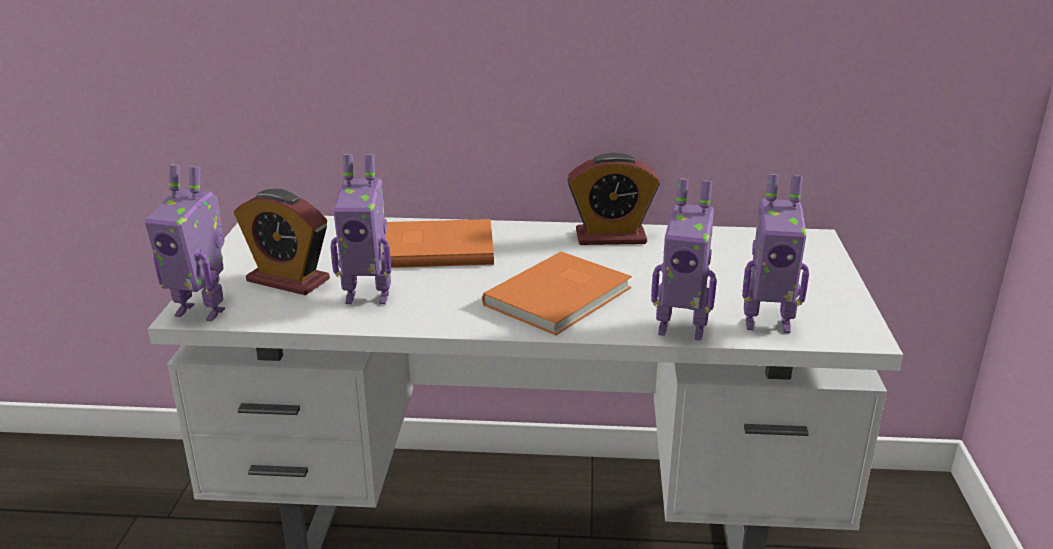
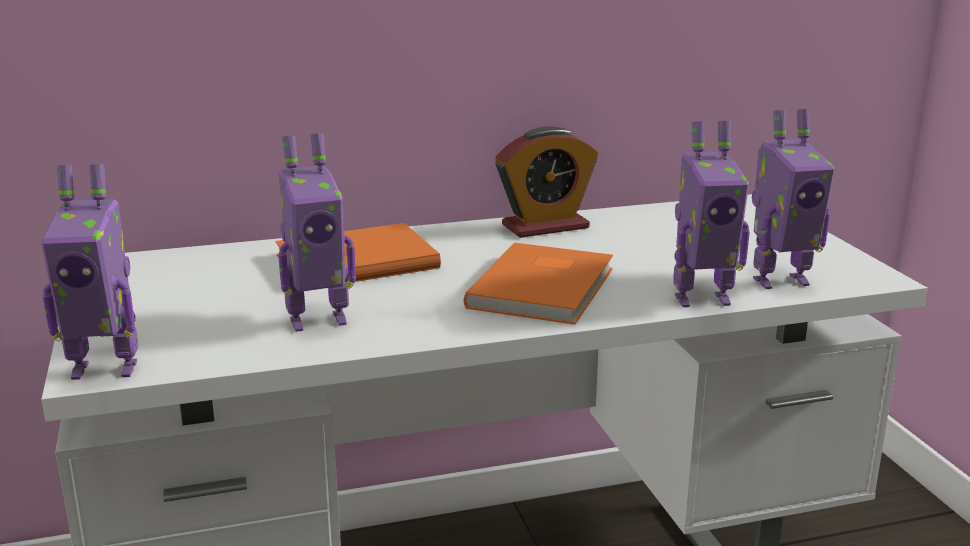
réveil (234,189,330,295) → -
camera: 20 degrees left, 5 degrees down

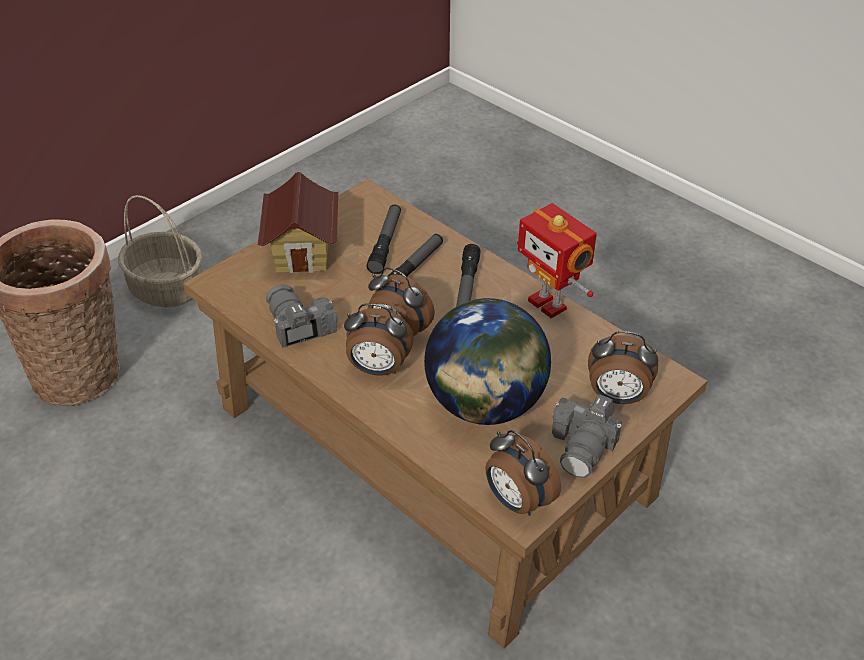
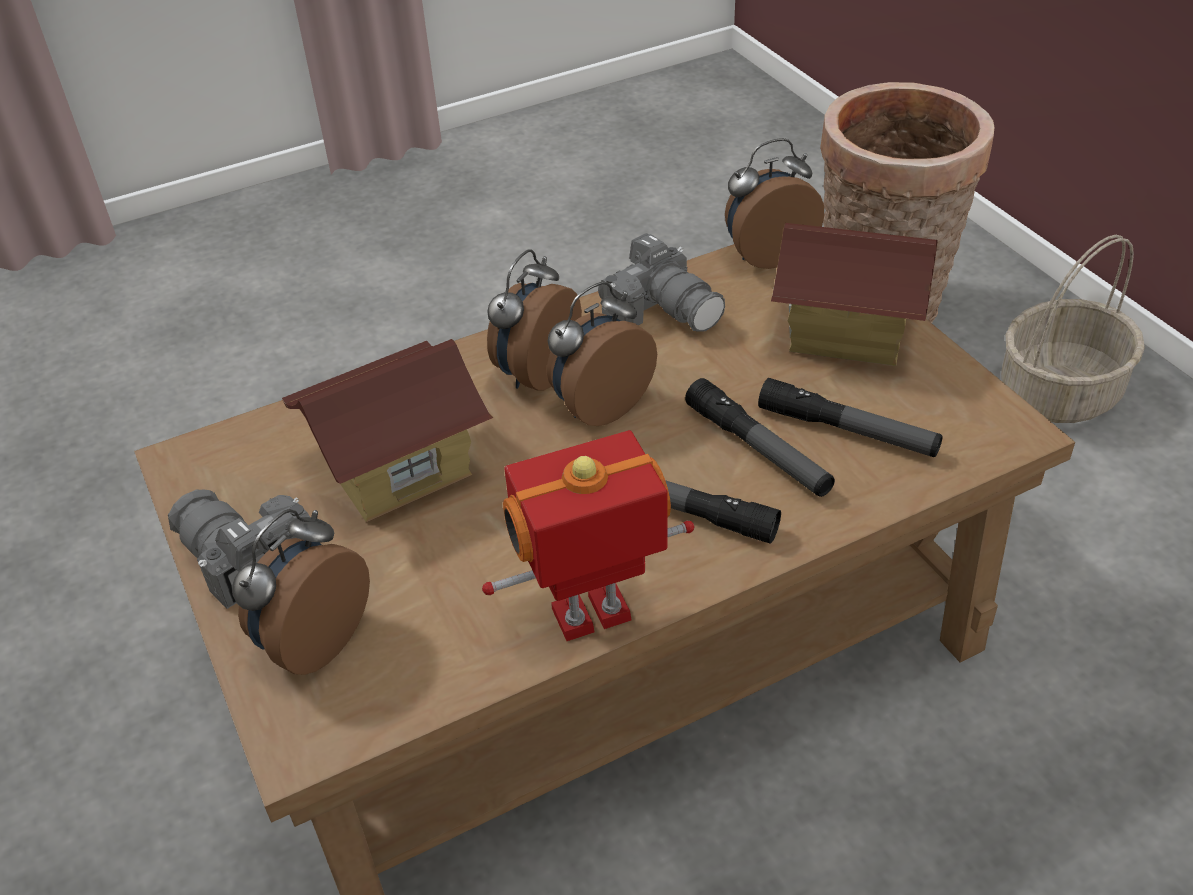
globe (424,298,551,425) → maison miniature (282,339,493,522)
appareil photo (266,284,338,348) → appareil photo (598,233,725,332), 60 degrees clockwise
réveil (485,430,561,516) → réveil (725,138,824,269), relocated
camera: 110 degrees right, 0 degrees up

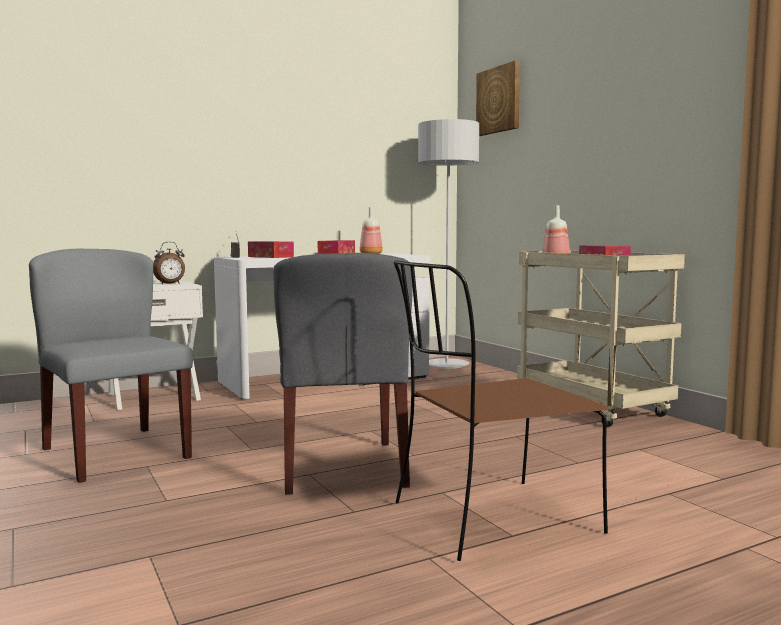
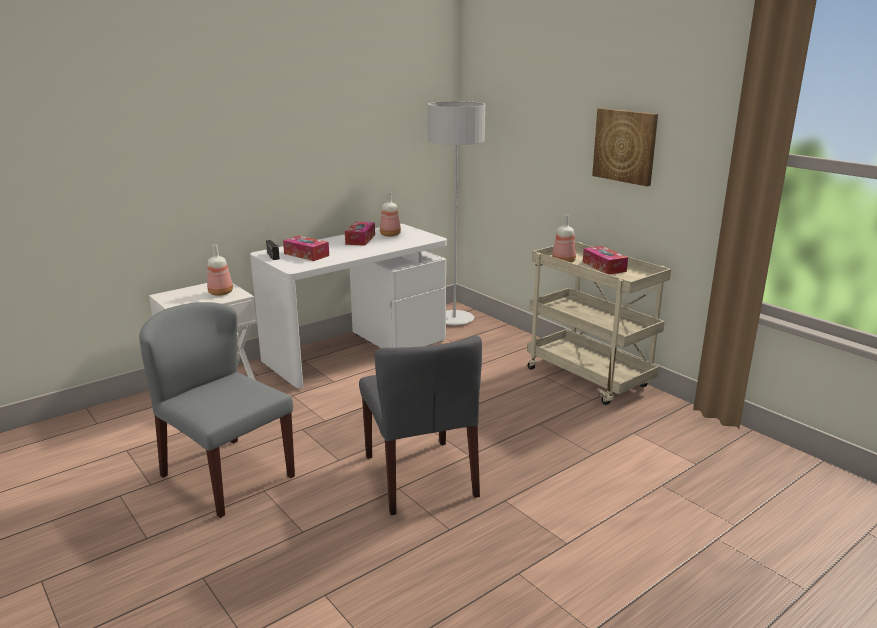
réveil (153,242,185,284) → bouteille (207,245,233,296)
tableau (476,60,520,136) → tableau (592,108,658,186), relocated
chaise [marron] (394,260,609,561) → -
camera: 10 degrees left, 15 degrees up

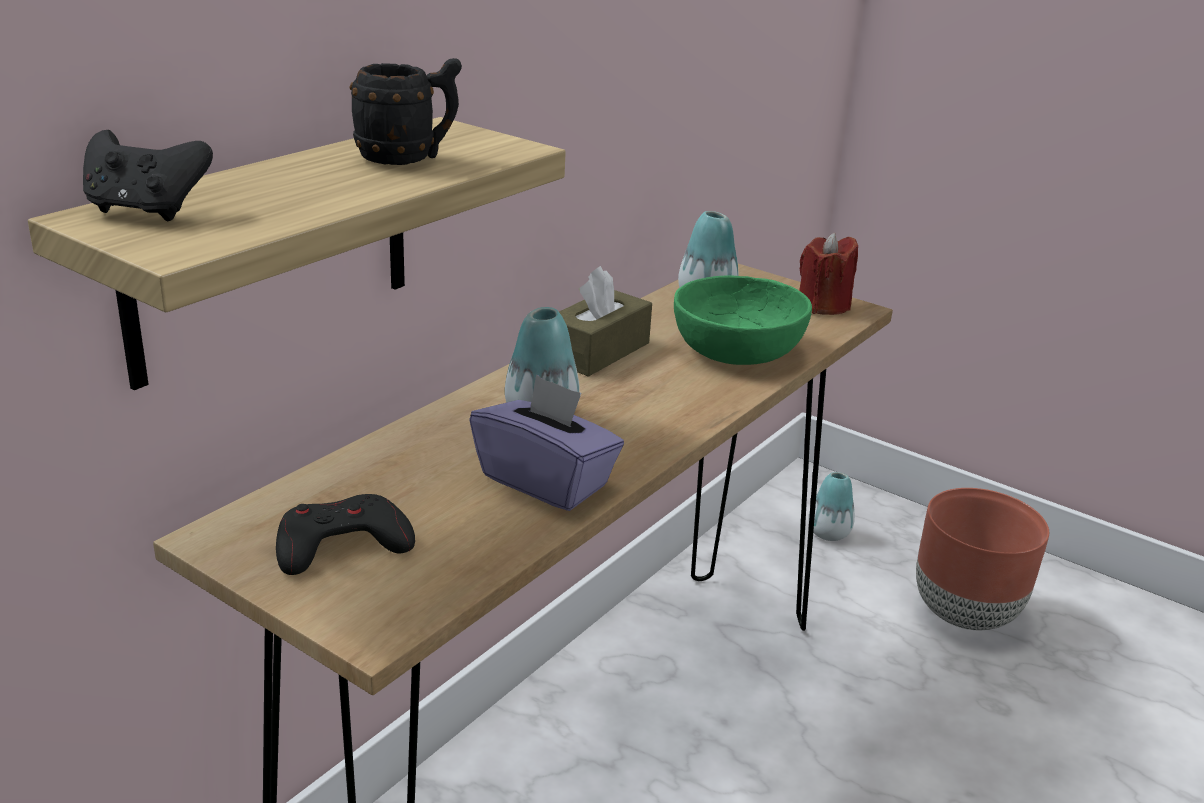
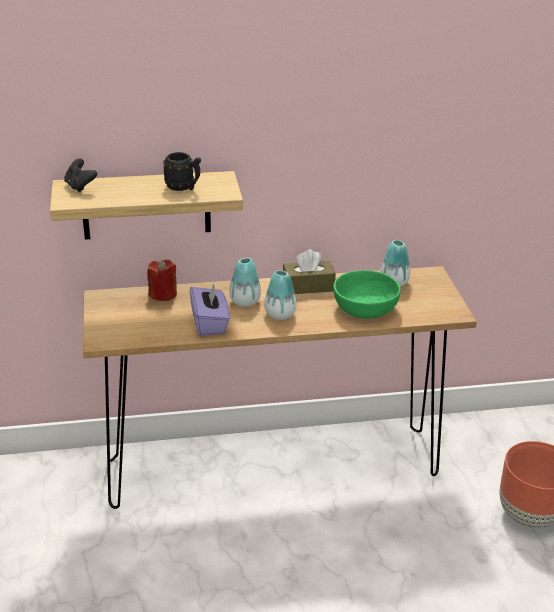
bougie [rouge] (799,233,858,315) → bougie [rouge] (147,259,177,301), relocated
vase (808,472,855,541) → vase (264,270,297,320), relocated
manette [noir] (276,494,415,575) → -
camera: 45 degrees right, 5 degrees up

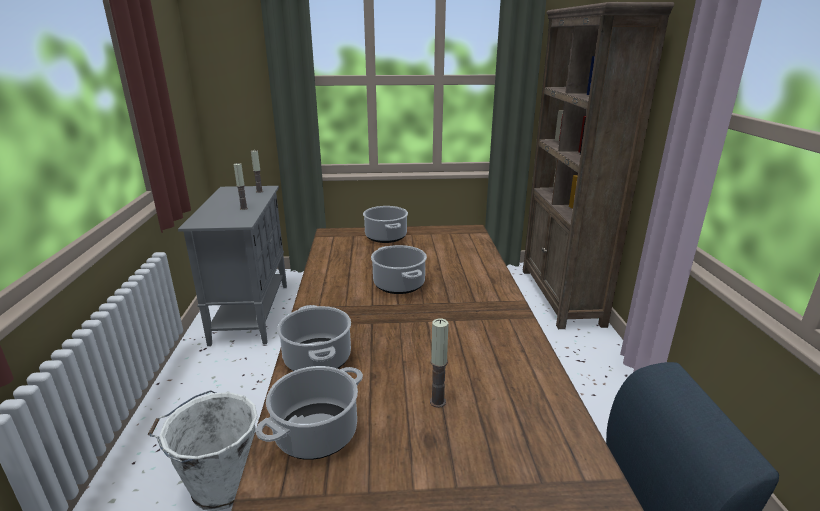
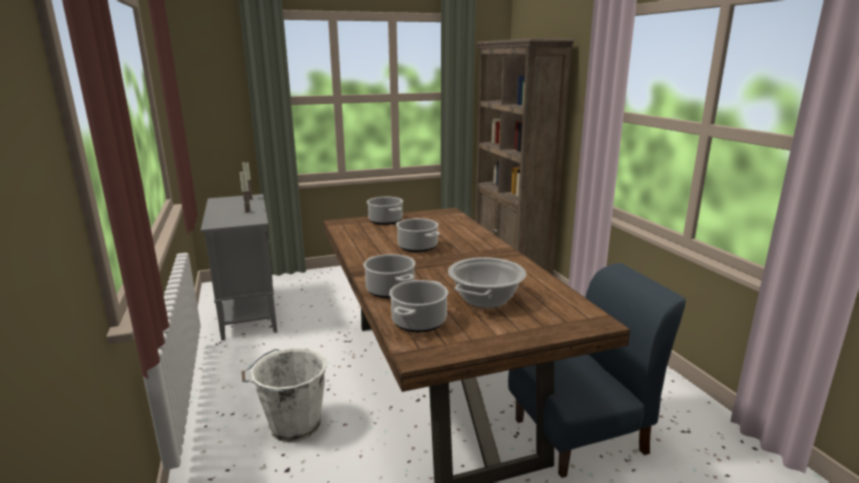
bougie (430,319,448,408) → marmite (448,257,526,308)
camera: 15 degrees left, 5 degrees down

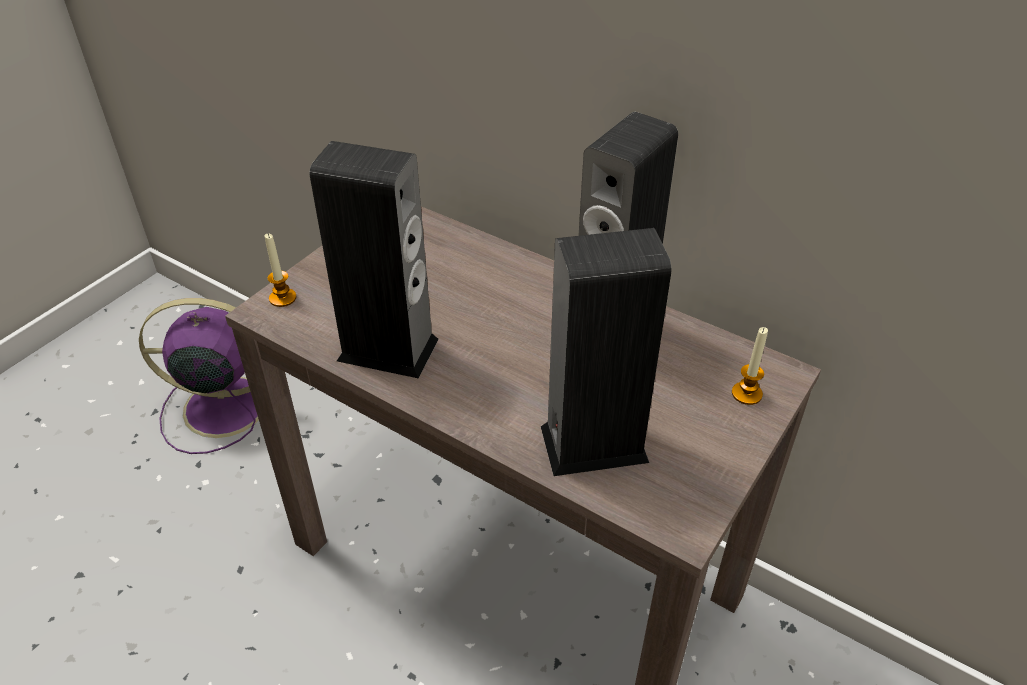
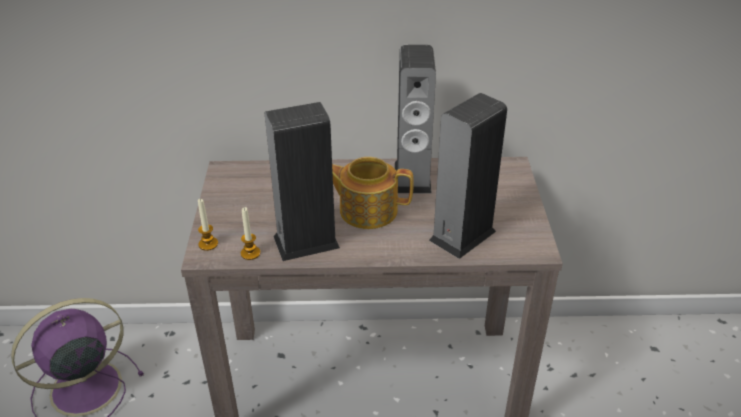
bougie (732,327,768,405) → bougie (241,207,261,260), relocated
- → théière (332,157,414,229)
camera: 35 degrees left, 5 degrees down

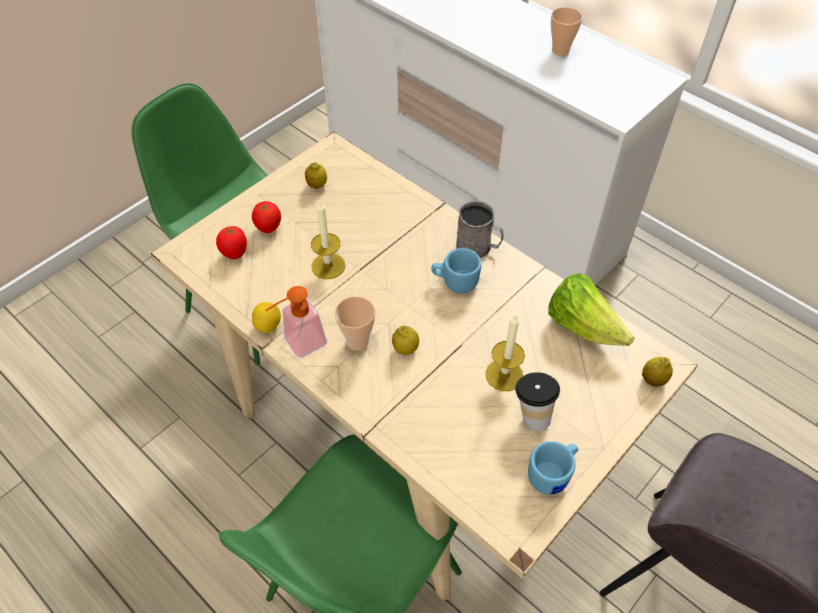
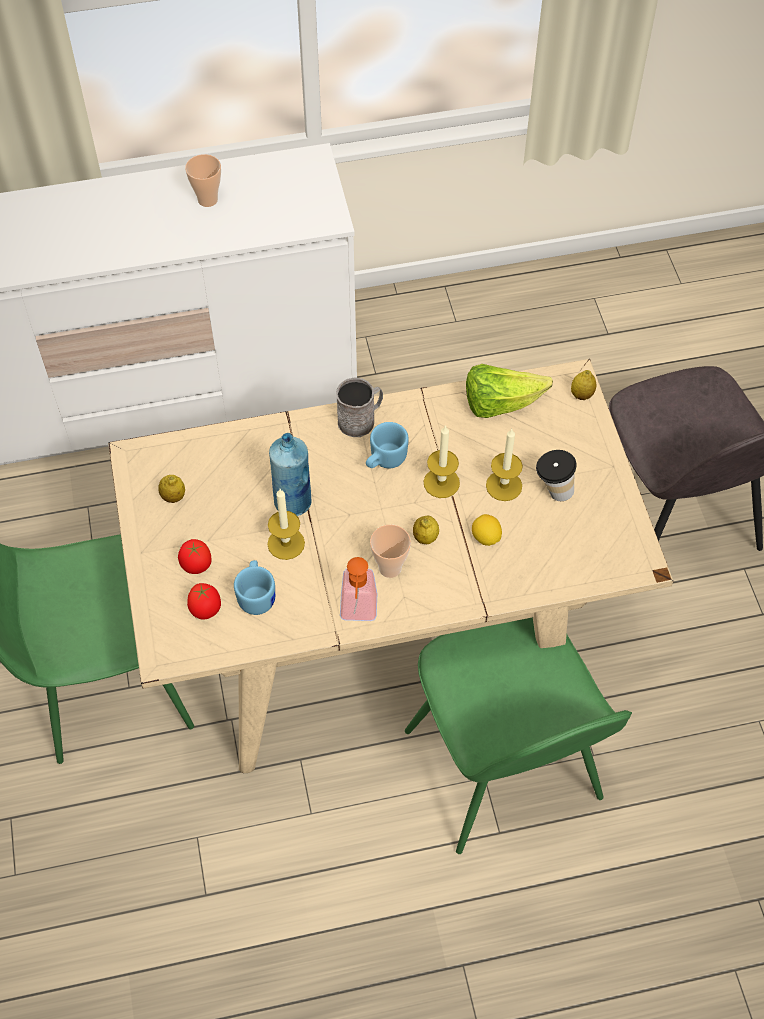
mug [bleu] (528,441,578,495) → mug [bleu] (234,560,275,615), relocated
- → bouteille [bleu] (269,433,311,516)
- → bougie (424,425,460,498)
citron (252,302,281,333) → citron (472,514,502,546), relocated
camera: 55 degrees left, 5 degrees up

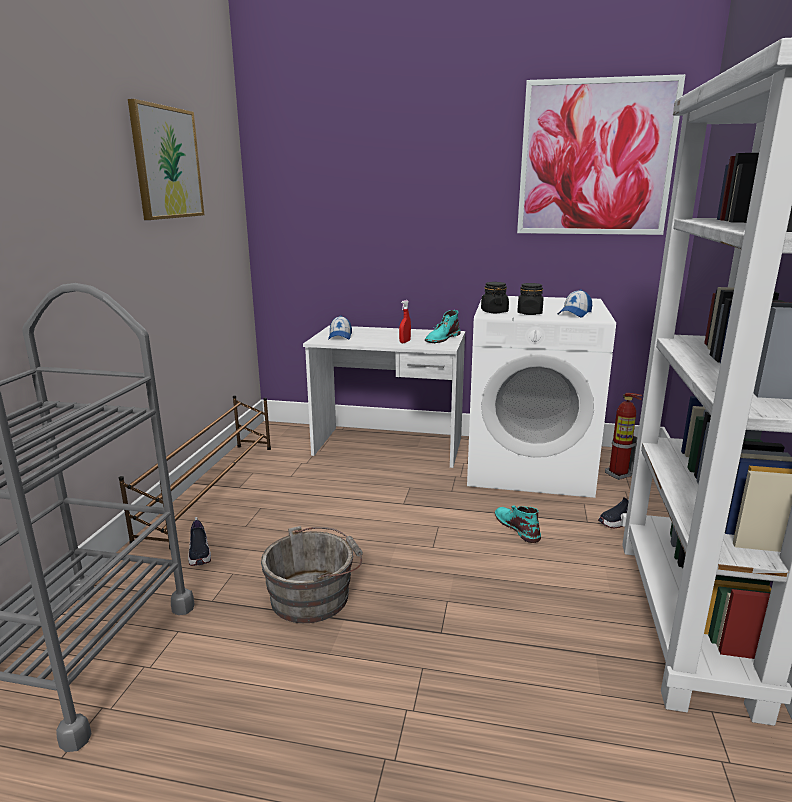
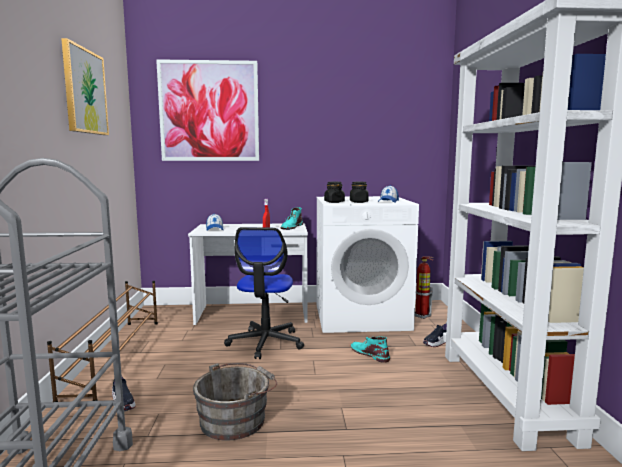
tableau (517,74,686,235) → tableau (156,59,259,161), relocated
- → chaise de bureau (224,227,304,359)
camera: 15 degrees left, 10 degrees down

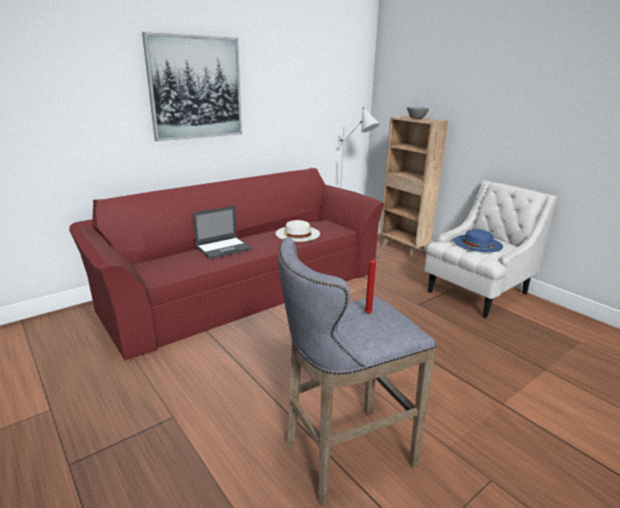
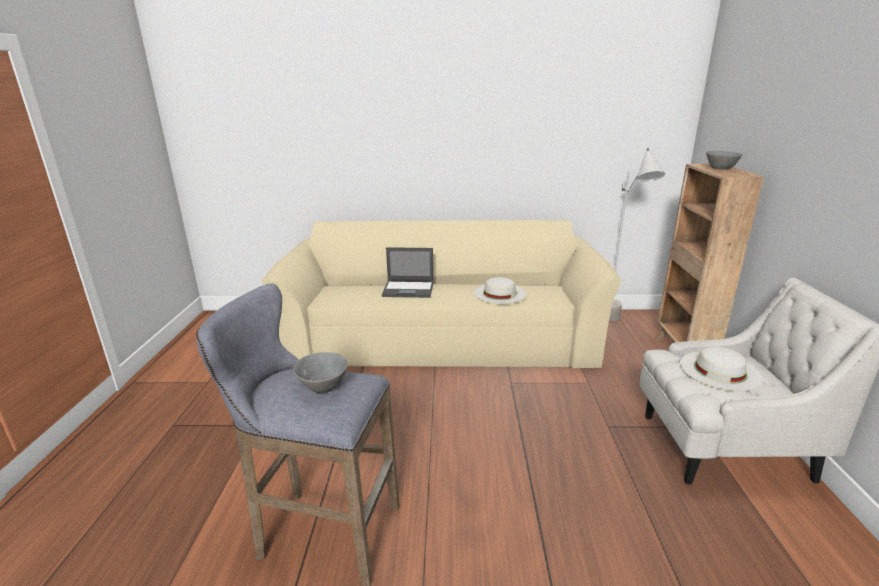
canapé [rouge] (69,168,384,360) → canapé [beige] (262,219,621,368)
bougie [rouge] (365,257,379,314) → bol [gris] (293,352,348,393)
chapeau [bleu] (454,229,503,252) → chapeau [blanc] (680,347,763,391)
tableau (142,32,242,141) → -
camera: 40 degrees right, 0 degrees up

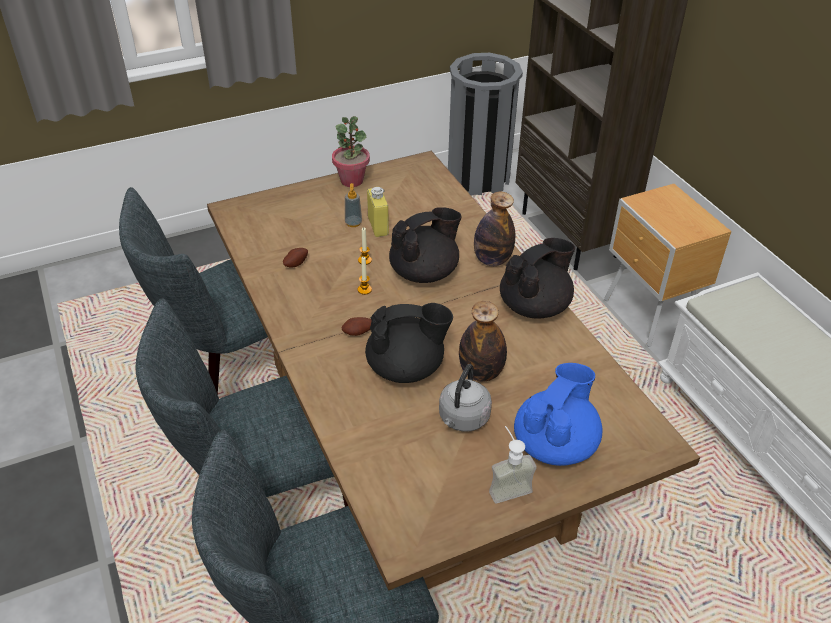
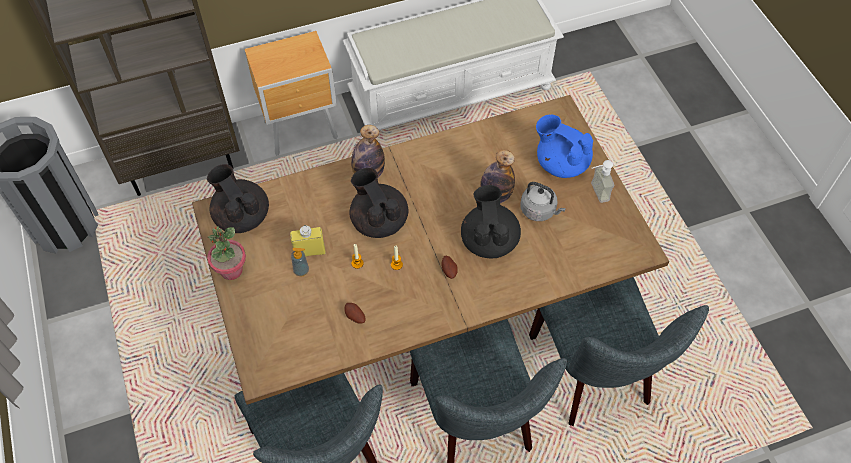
théière [noir] (500,238,575,319) → théière [noir] (207,164,269,233), relocated
camera: 85 degrees left, 15 degrees up

